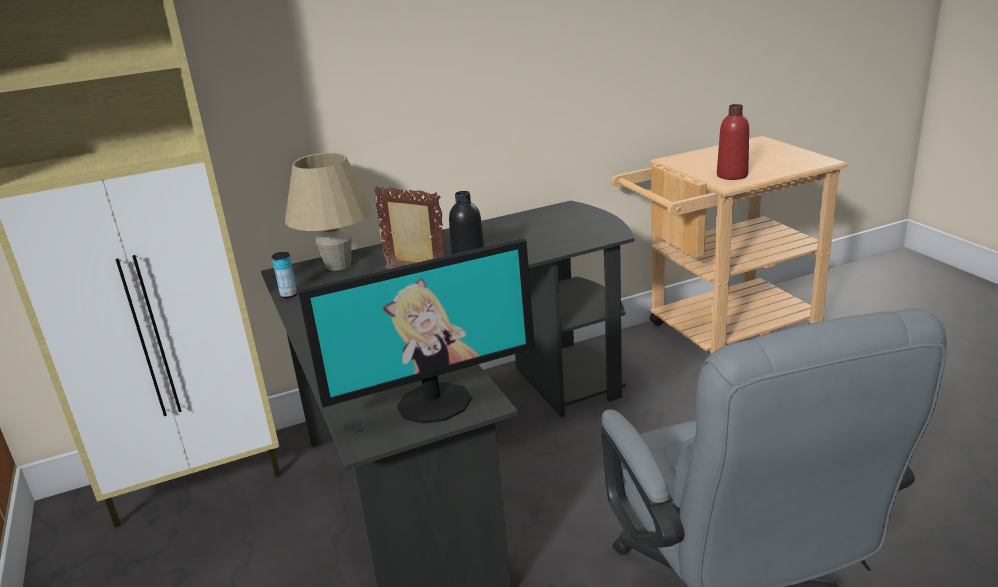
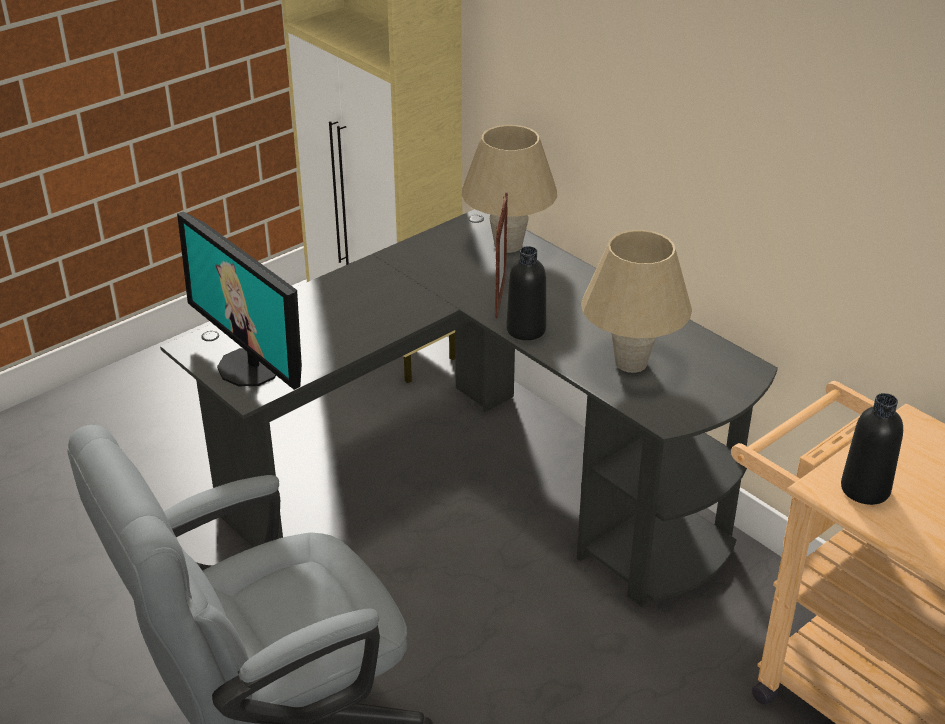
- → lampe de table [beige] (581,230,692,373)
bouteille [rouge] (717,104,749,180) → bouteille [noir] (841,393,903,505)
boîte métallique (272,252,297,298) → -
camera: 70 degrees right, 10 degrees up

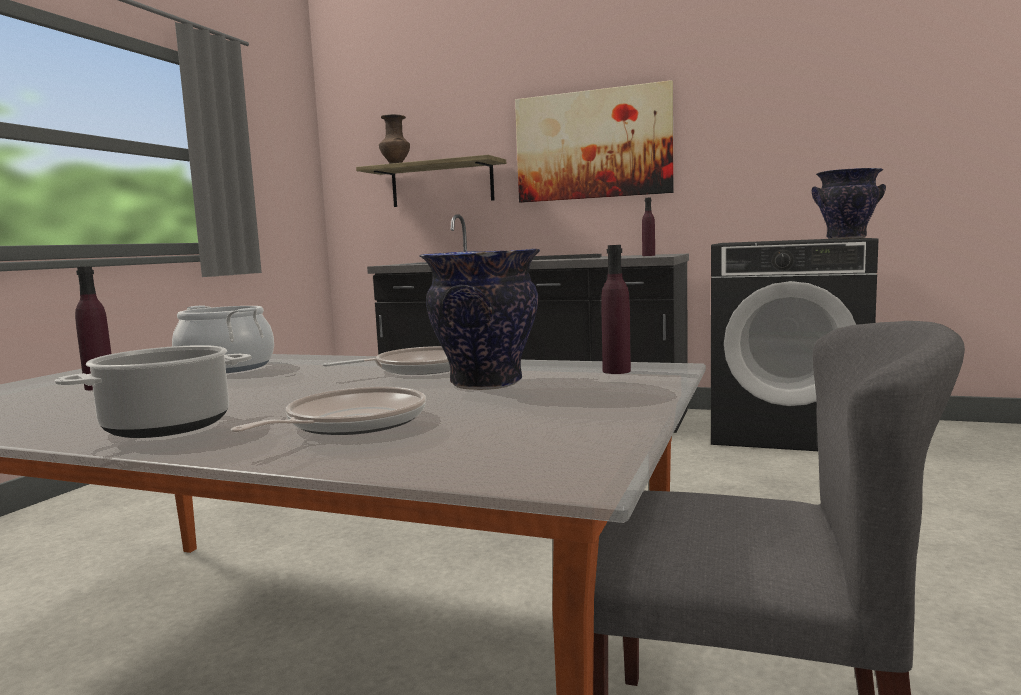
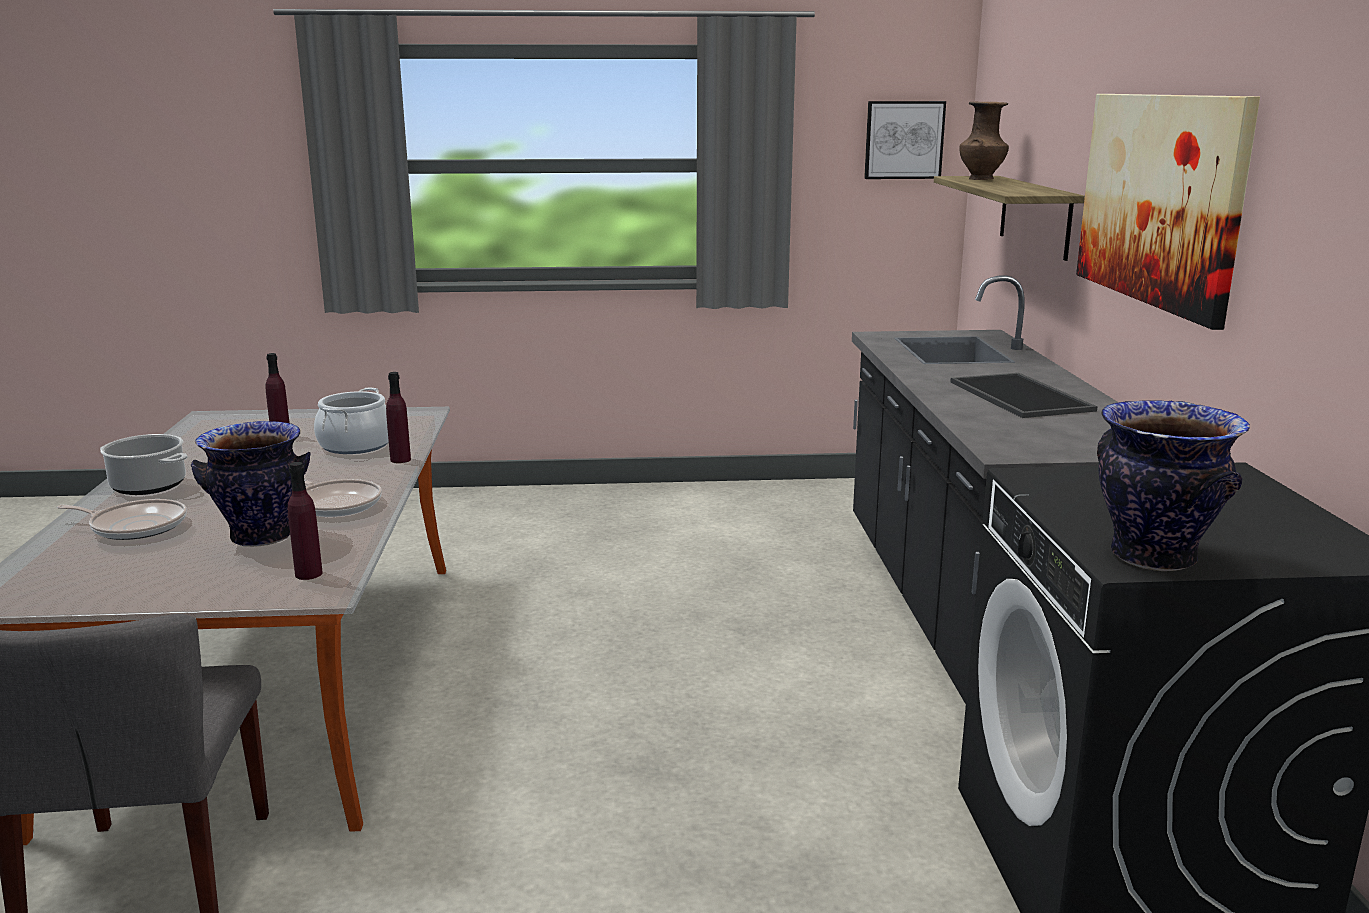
bouteille [violet] (642,198,655,256) → bouteille [violet] (386,372,411,463), relocated
- → tableau (864,101,946,179)
camera: 65 degrees right, 10 degrees up

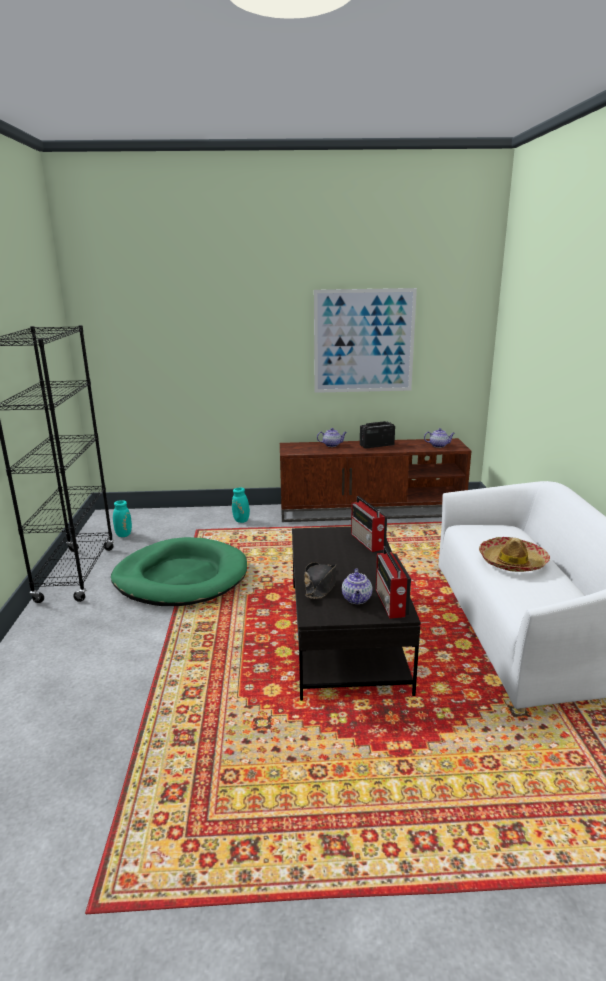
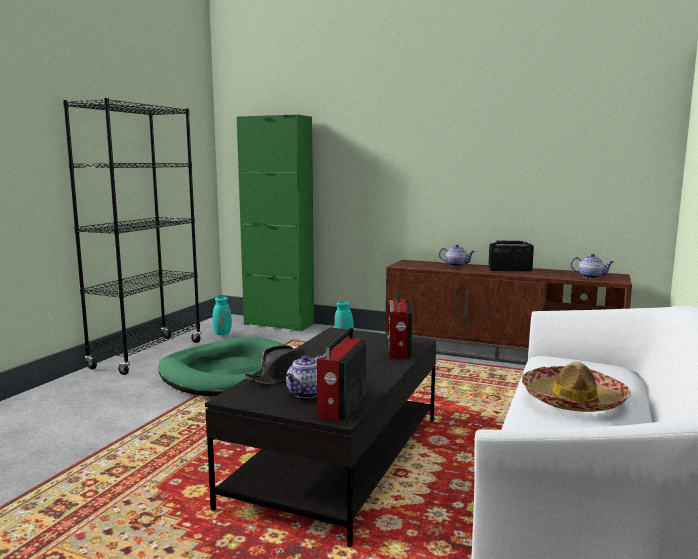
- → meuble de rangement [vert] (237,114,314,331)
tableau (314,288,417,393) → -
camera: 25 degrees right, 10 degrees down

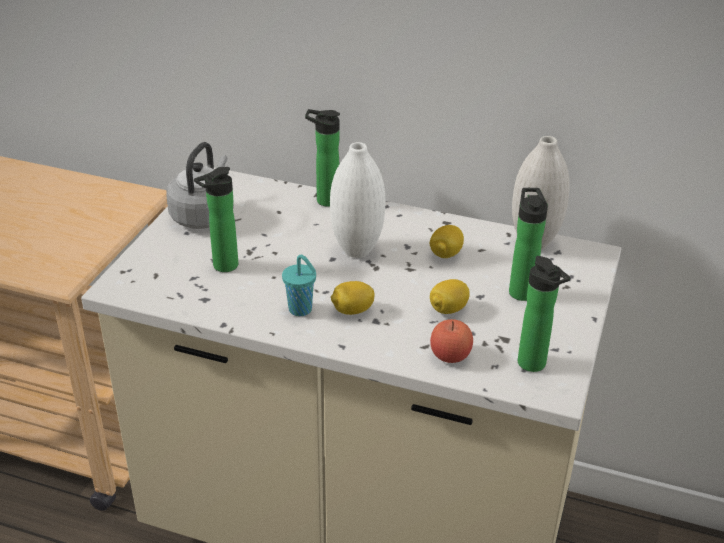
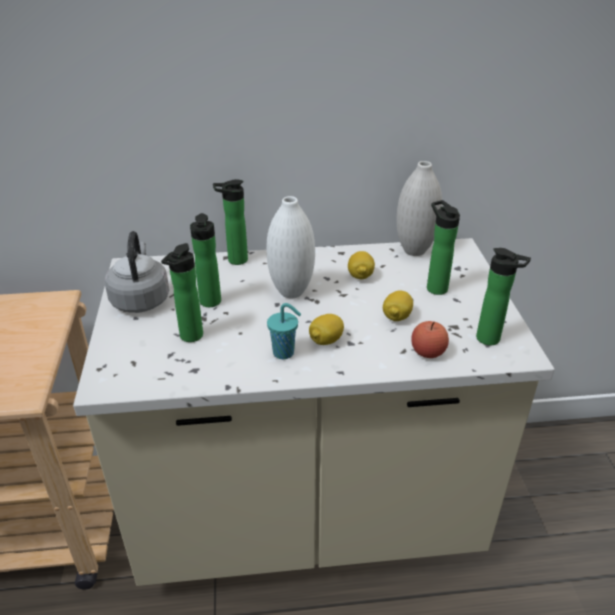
- → bouteille (190,213,221,307)
camera: 25 degrees left, 0 degrees up

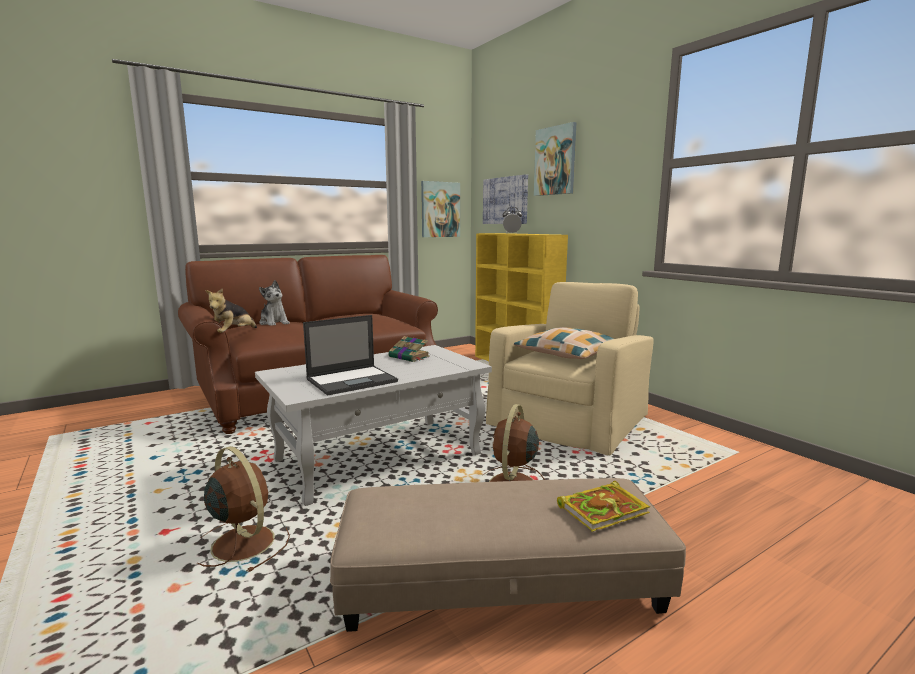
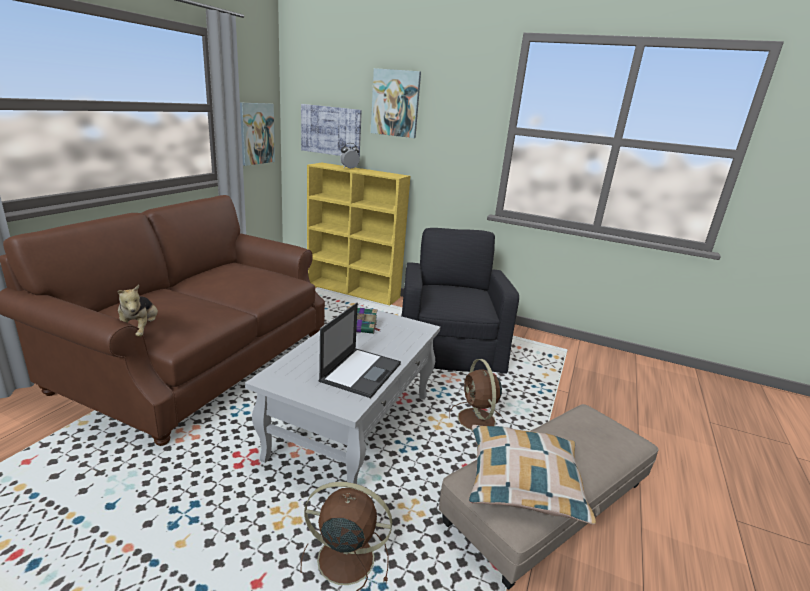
fauteuil [beige] (486,282,654,456) → fauteuil [noir] (401,228,519,374)
coussin (514,327,613,359) → coussin (469,425,596,525), relocated
peluche (259,280,290,326) → -
livre (557,481,650,532) → -
camera: 35 degrees left, 10 degrees up

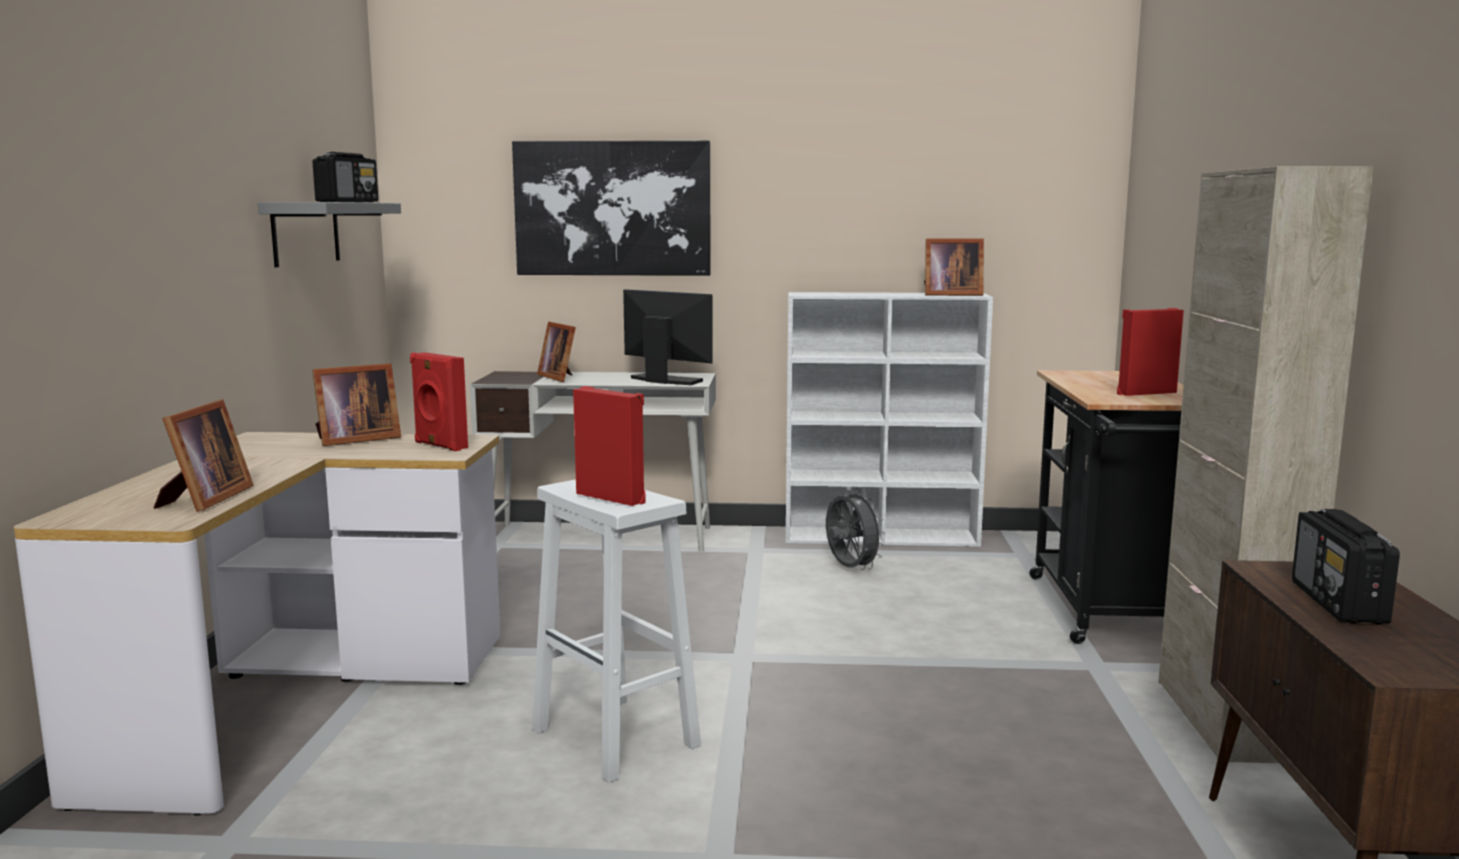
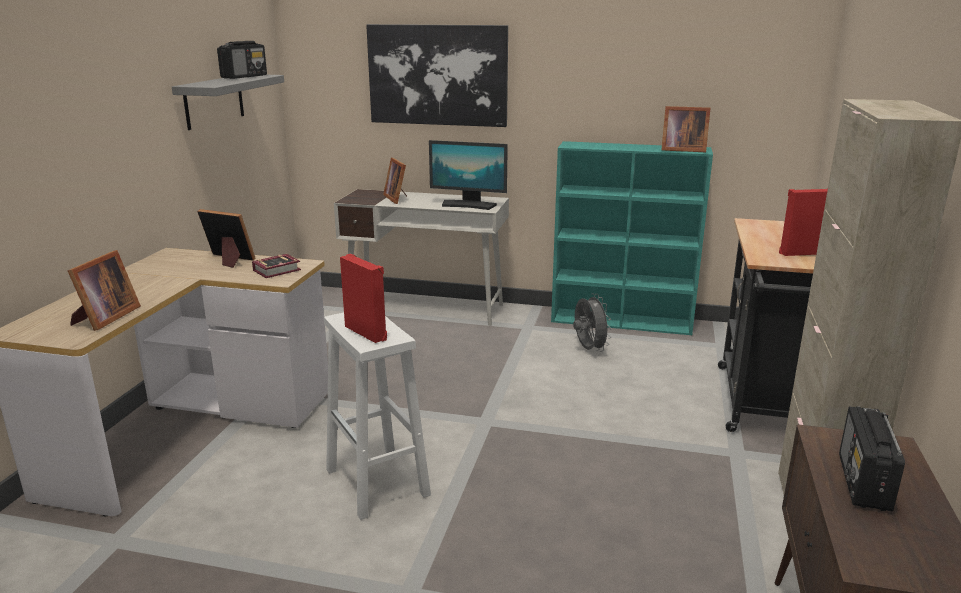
cadre photo (312,363,401,446) → cadre photo (197,209,256,268), 135 degrees counterclockwise
enceinte [rouge] (410,352,468,451) → livre (252,254,301,278)
écran d'ordinateur (623,289,713,385) → écran d'ordinateur (429,140,508,210), 150 degrees clockwise
bibliothèque [blanc] (786,292,993,547) → bibliothèque [turquoise] (551,141,713,335)
camera: 10 degrees right, 10 degrees up

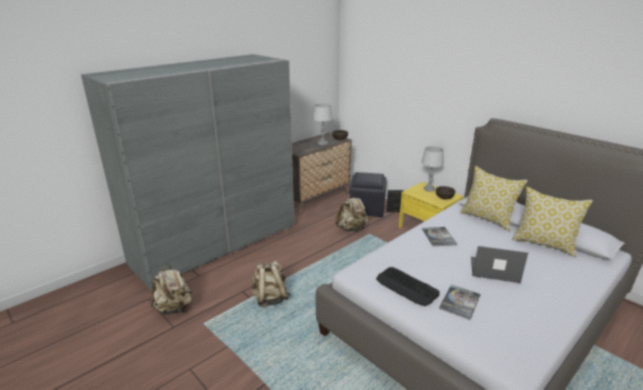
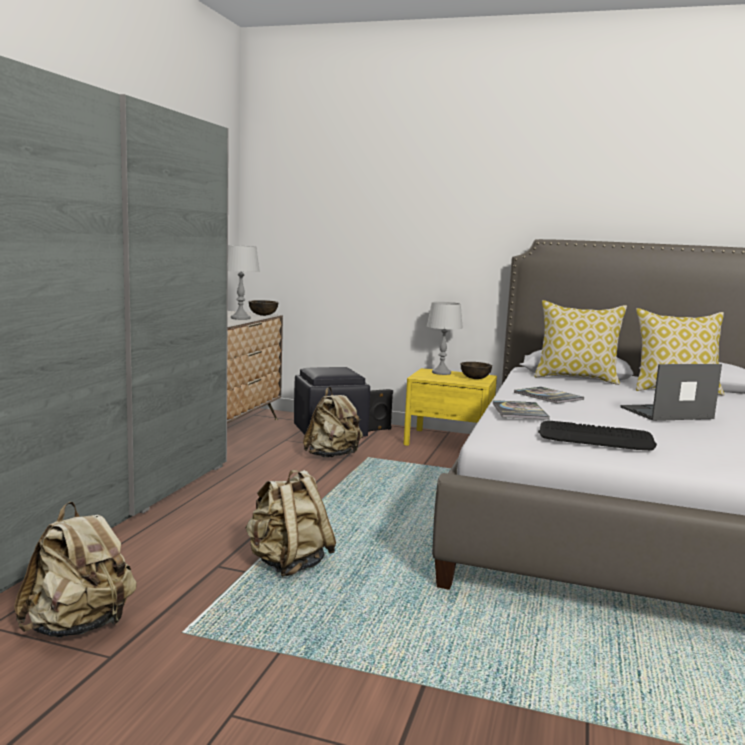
livre (439,285,481,320) → livre (492,400,550,420), relocated
camera: 30 degrees left, 15 degrees down

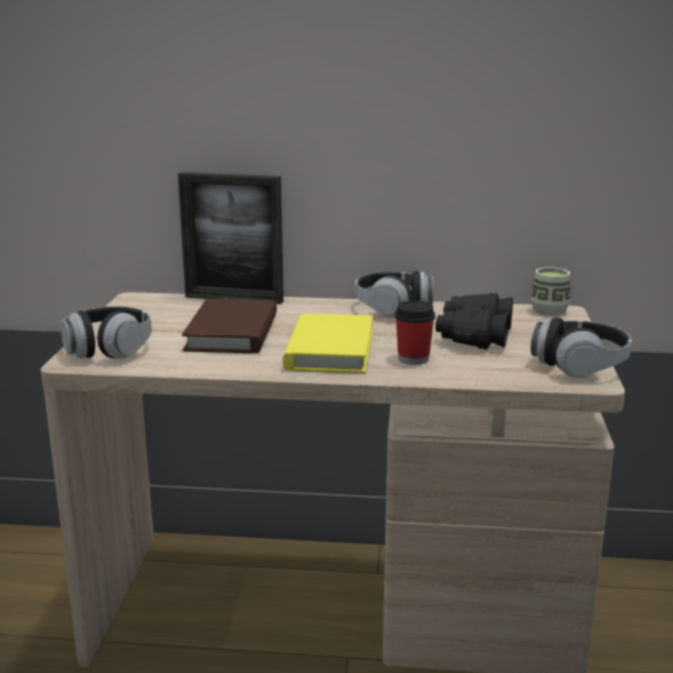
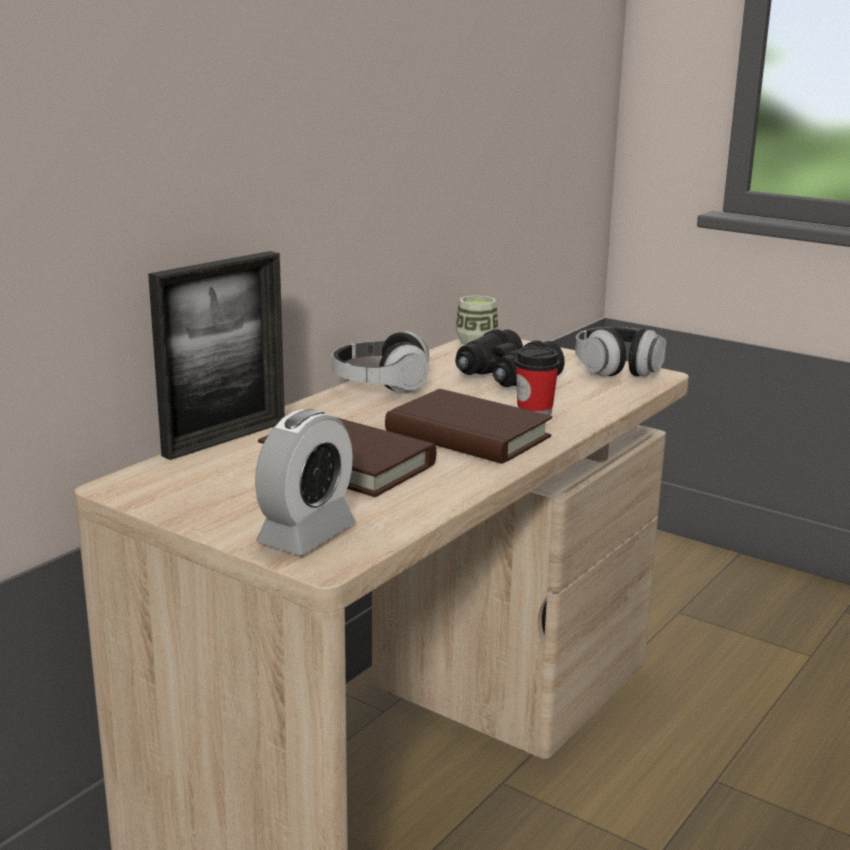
casque audio (60,306,152,359) → réveil (255,409,356,555)
livre [jaune] (283,313,373,374) → livre [marron] (385,389,552,464)
camera: 60 degrees left, 0 degrees up

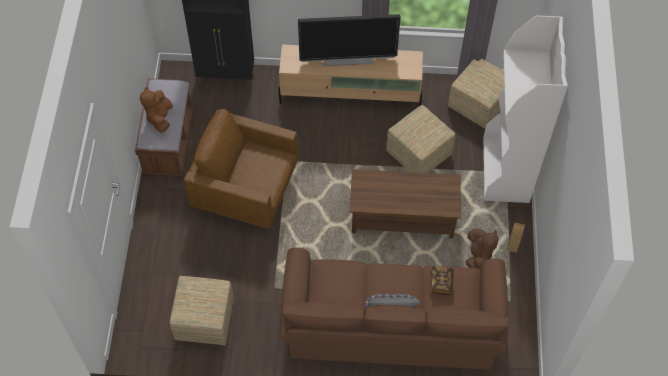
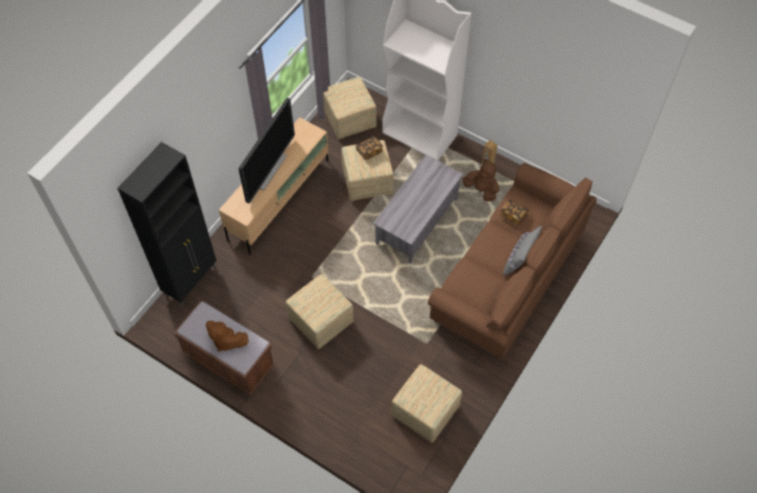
fauteuil [marron] (184,109,298,229) → pouf (286,274,354,349)
- → livre (356,136,383,160)
table basse [marron] (350,169,461,239) → table basse [gris] (373,155,463,264)
camera: 60 degrees left, 0 degrees up

